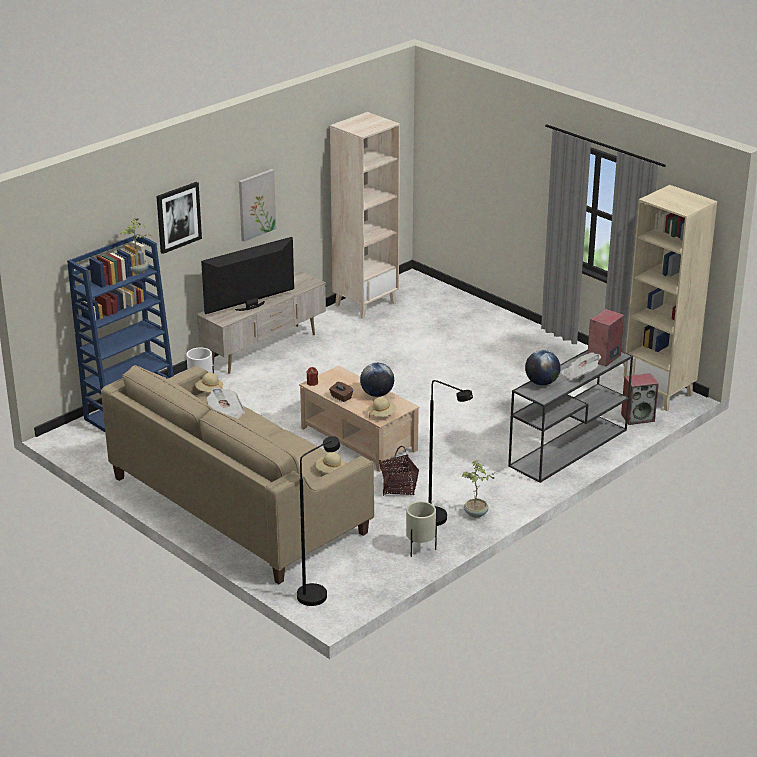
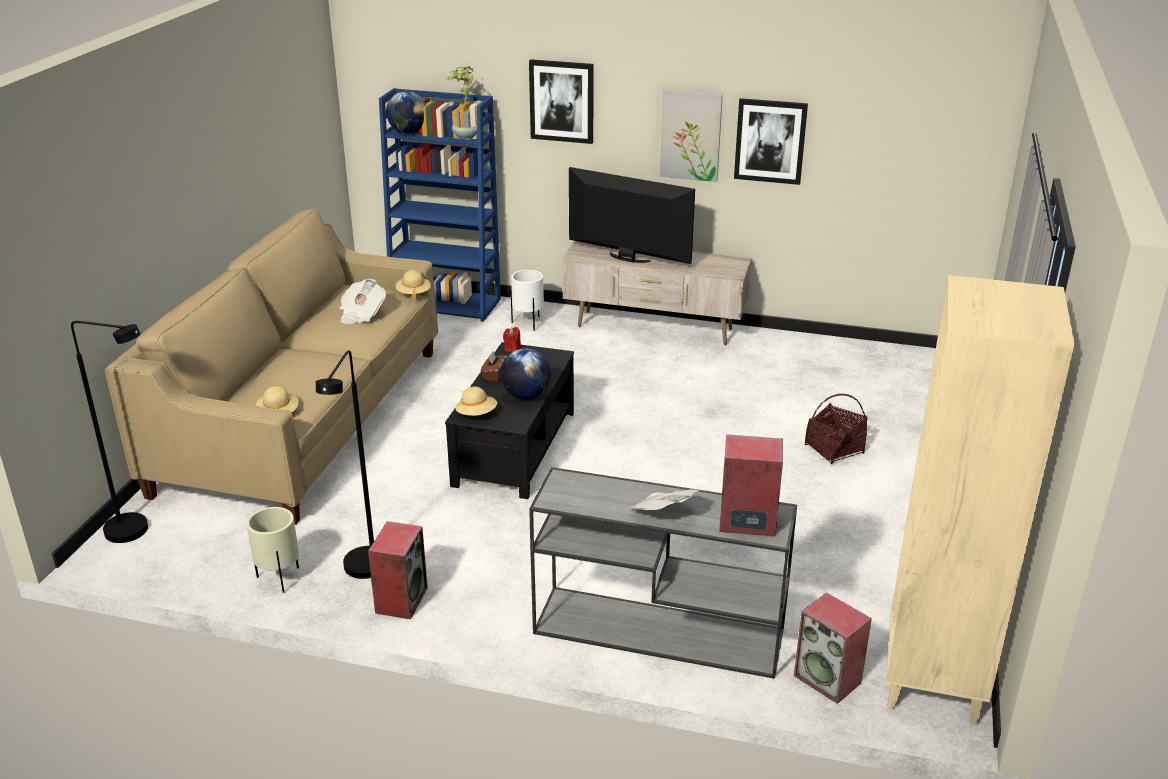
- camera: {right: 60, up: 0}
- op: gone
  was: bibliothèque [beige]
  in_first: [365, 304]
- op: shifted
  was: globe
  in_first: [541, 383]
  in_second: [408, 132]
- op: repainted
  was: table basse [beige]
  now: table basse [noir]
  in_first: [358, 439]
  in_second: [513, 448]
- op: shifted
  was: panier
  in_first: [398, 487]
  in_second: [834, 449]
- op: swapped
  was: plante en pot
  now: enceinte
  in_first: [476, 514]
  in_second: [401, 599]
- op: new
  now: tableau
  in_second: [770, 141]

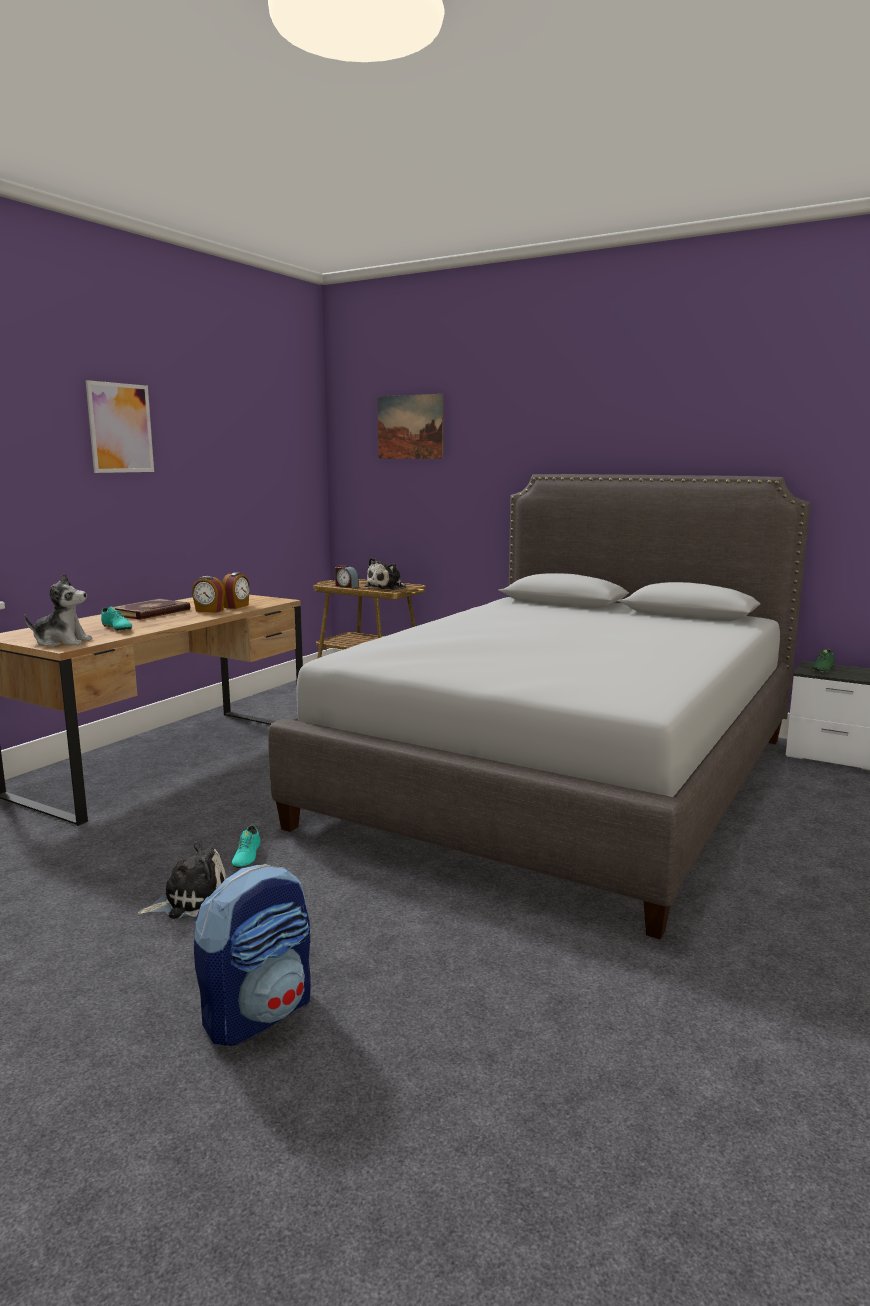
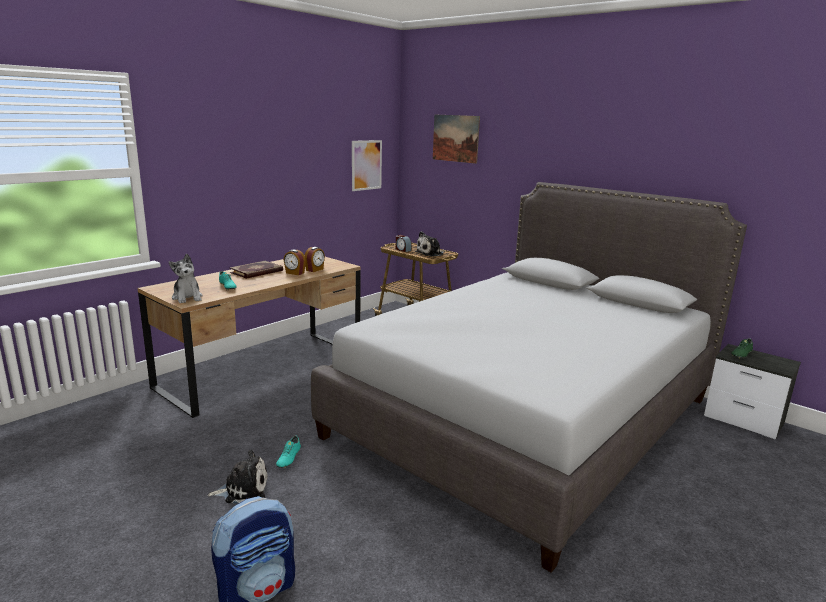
- camera: {right: 10, up: 5}
- op: shifted
  was: tableau
  in_first: [120, 428]
  in_second: [366, 165]
- op: rotated
  was: peluche
  in_first: [62, 642]
  in_second: [187, 297]
  clockwise: 45

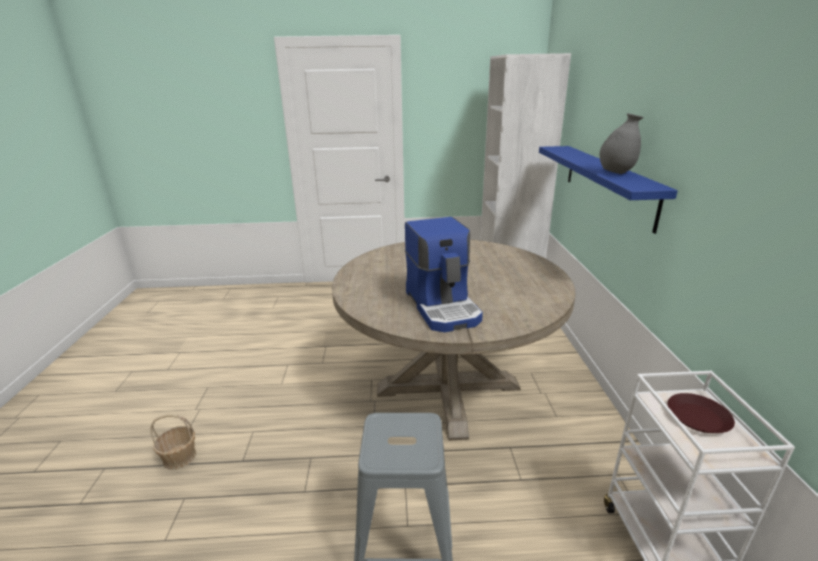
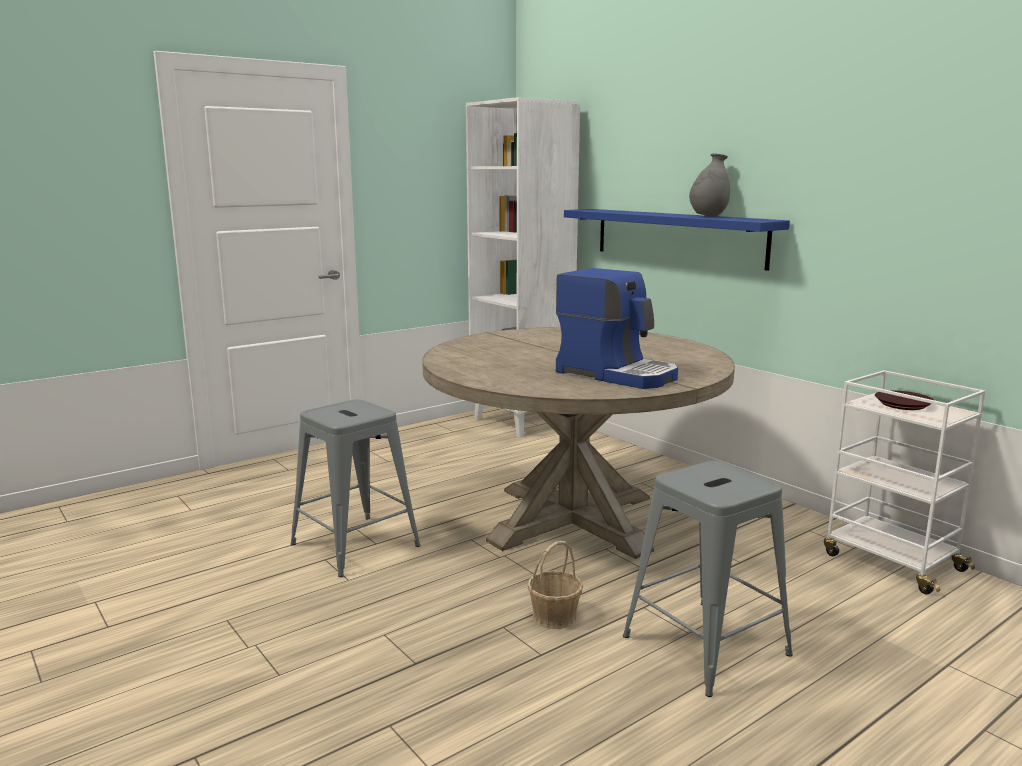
- camera: {right: -35, up: -10}
- op: shifted
  was: panier
  in_first: [180, 457]
  in_second: [555, 616]
- op: new
  now: tabouret [gris]
  in_second: [356, 545]

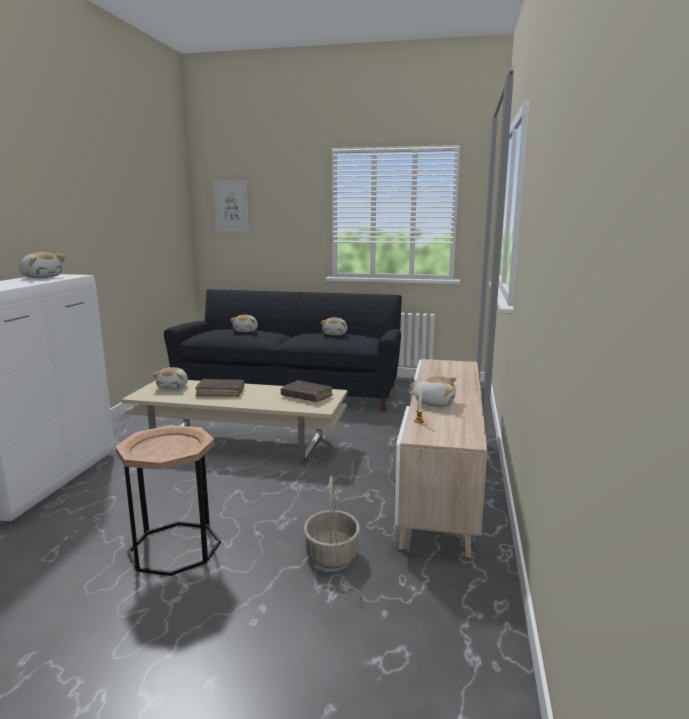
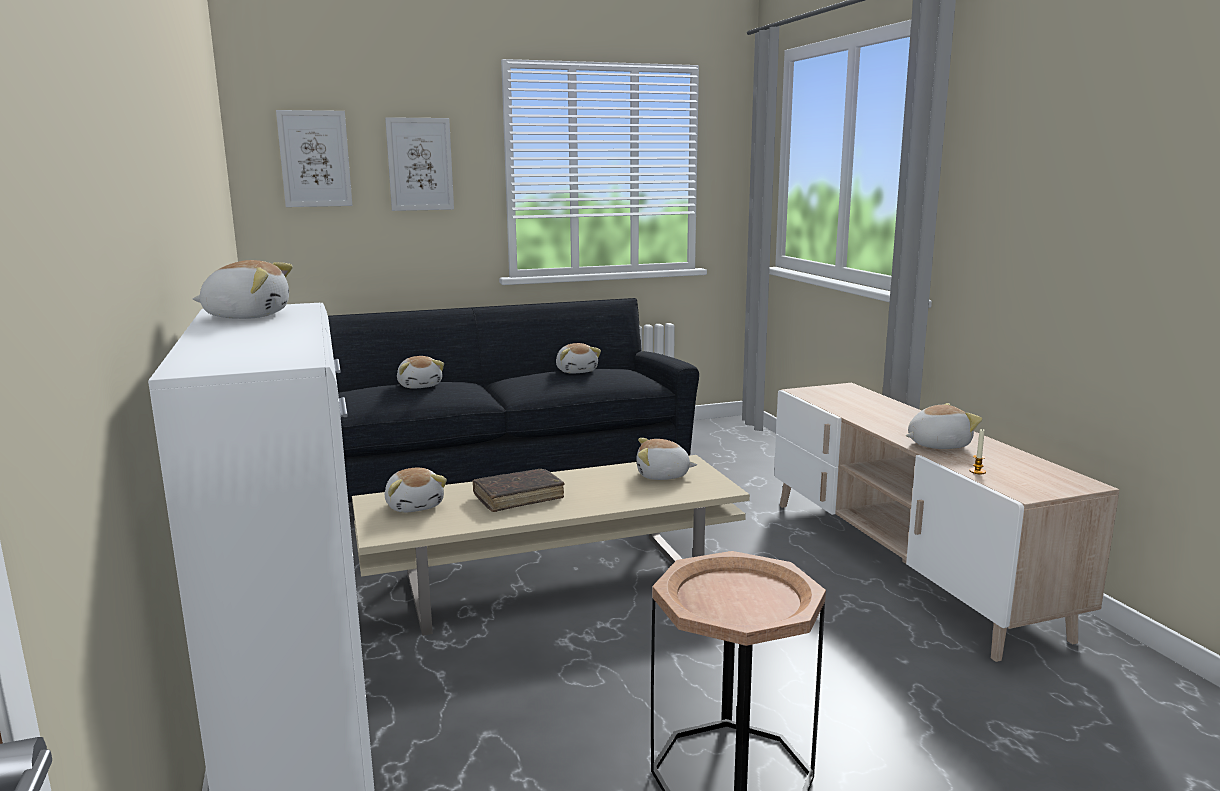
- camera: {right: -30, up: 0}
- op: swapped
  was: livre [marron]
  now: peluche
  in_first: [306, 396]
  in_second: [663, 476]
- op: gone
  was: panier
  in_first: [332, 555]
- op: new
  now: tableau
  in_second: [420, 164]

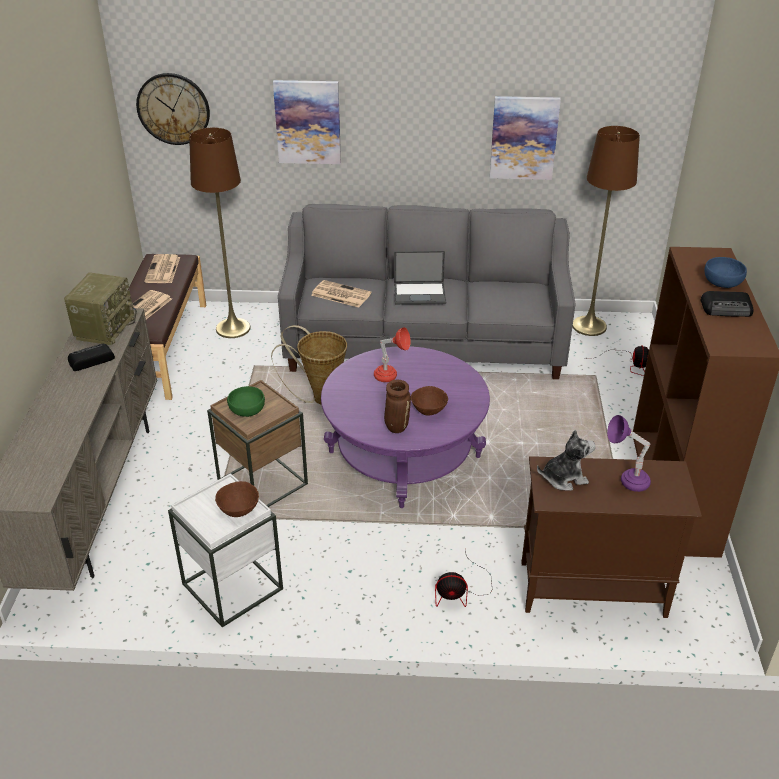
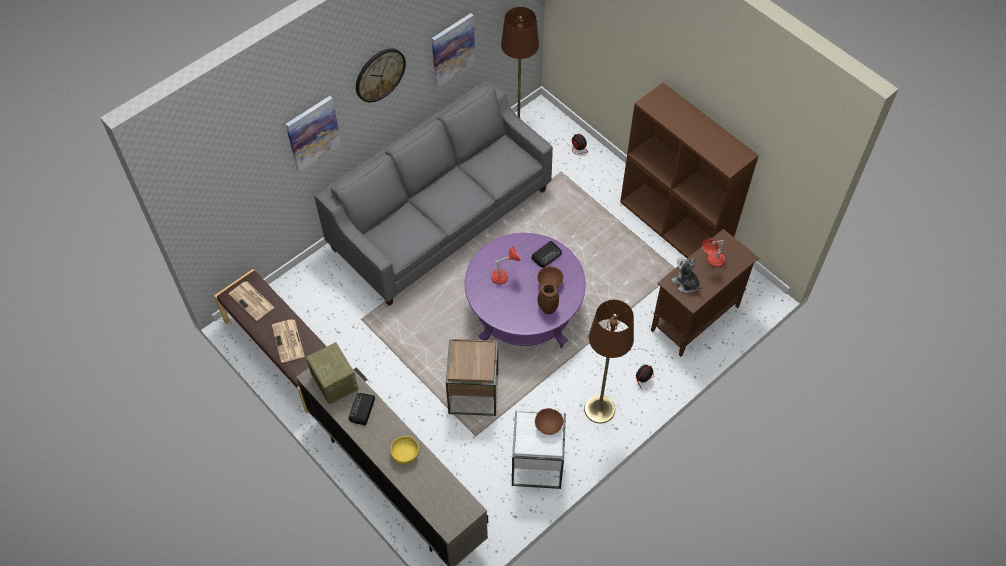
- camera: {right: -45, up: 20}
- op: shifted
  was: horloge murale
  in_first: [173, 109]
  in_second: [379, 74]
- op: shifted
  was: lampadaire [marron]
  in_first: [233, 328]
  in_second: [599, 409]
- op: gone
  was: ordinateur portable
  in_first: [420, 293]
- op: gone
  was: bol [bleu]
  in_first: [721, 282]
- op: gone
  was: journal
  in_first: [340, 294]
- op: shifted
  was: radio
  in_first: [727, 308]
  in_second: [547, 255]
- op: gone
  was: panier
  in_first: [319, 398]
- op: gone
  was: bol [vert]
  in_first: [247, 410]
- op: repainted
  was: lampe de table [violet]
  now: lampe de table [rouge]
  in_first: [626, 481]
  in_second: [712, 263]
- op: rotated
  was: peluche
  in_first: [564, 478]
  in_second: [685, 283]
  clockwise: -75
- op: new
  now: bol [jaune]
  in_second: [405, 454]

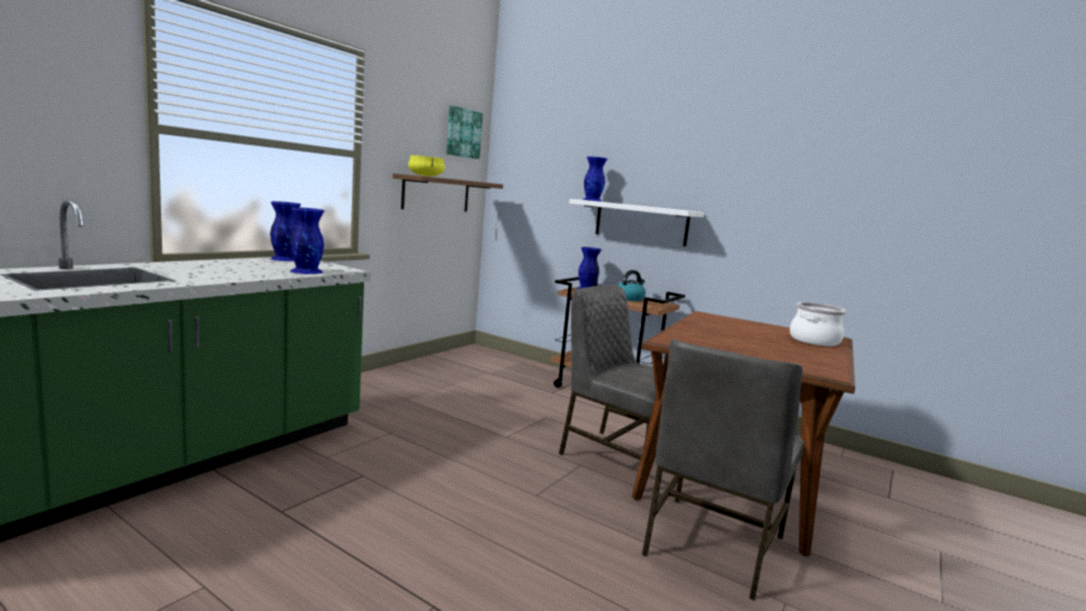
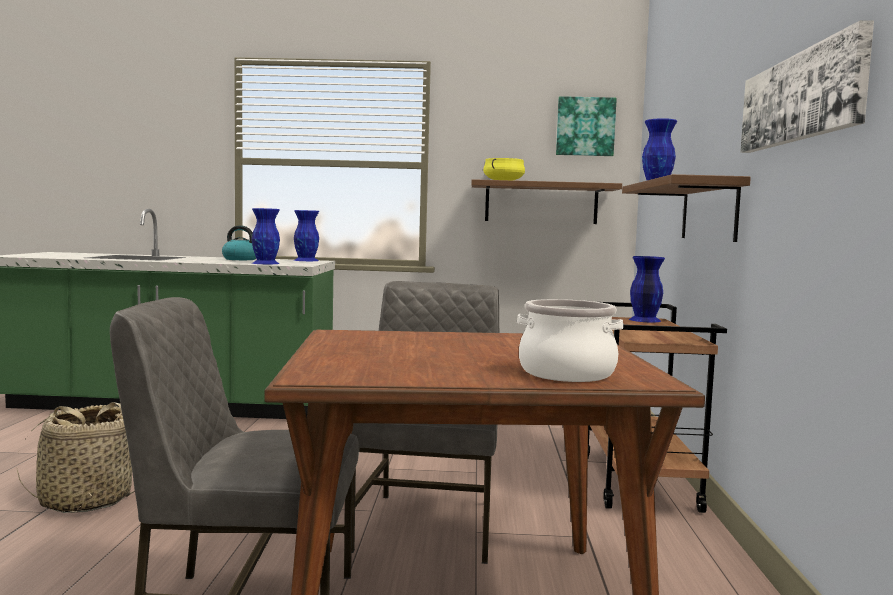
- camera: {right: 60, up: -5}
- op: repainted
  was: étagère [blanc]
  now: étagère [marron]
  in_first: [641, 223]
  in_second: [709, 211]
- op: shifted
  was: bouilloire
  in_first: [629, 298]
  in_second: [241, 259]
- op: new
  now: tableau
  in_second: [801, 98]
- op: new
  now: panier
  in_second: [85, 500]

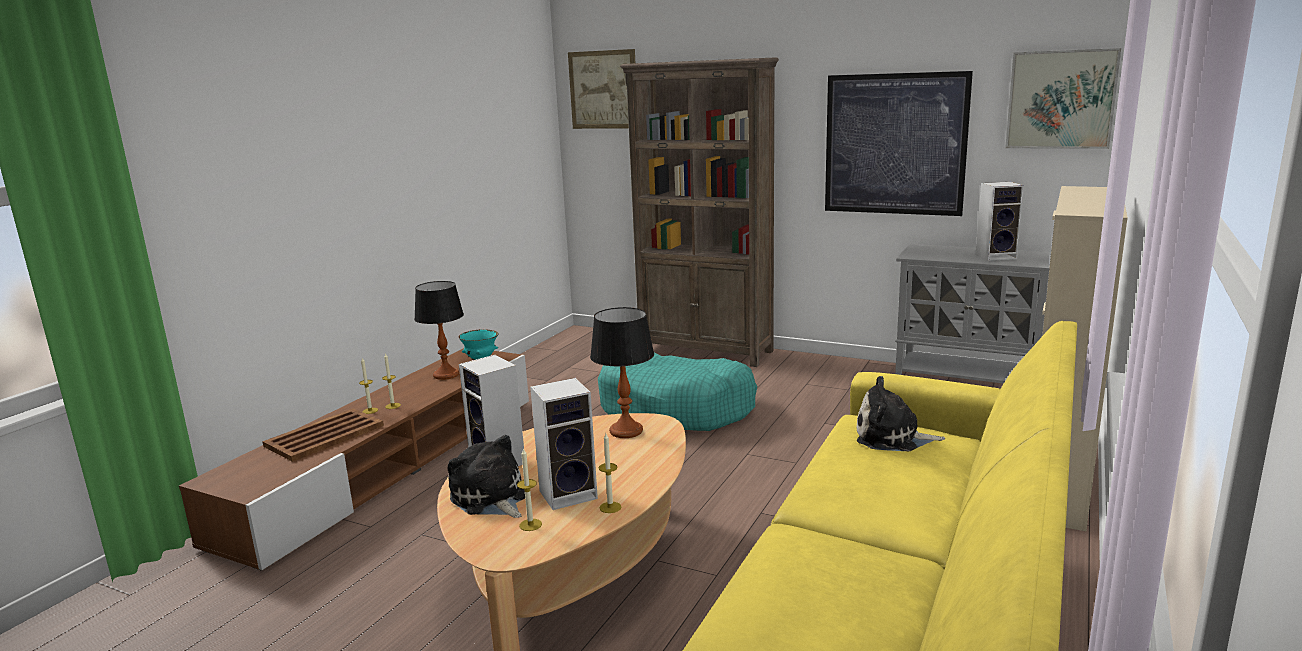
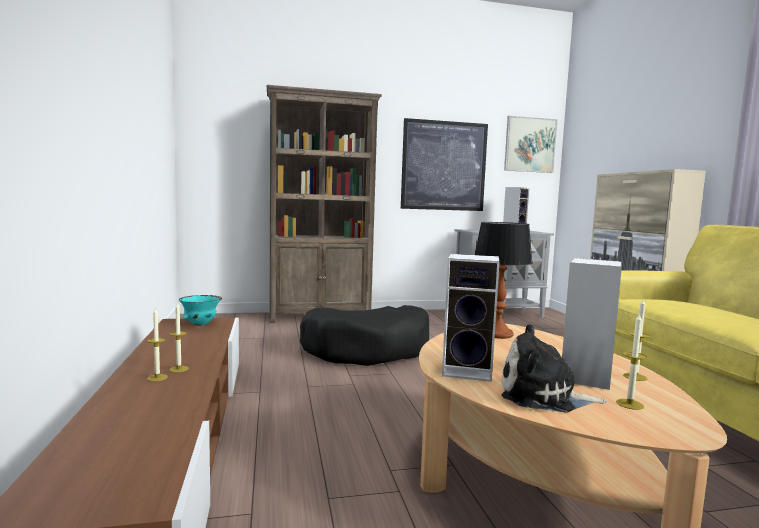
- camera: {right: -40, up: -10}
- op: gone
  was: tableau
  in_first: [603, 90]
- op: gone
  was: lampe de table
  in_first: [446, 375]
- op: repainted
  was: panier pour chien [turquoise]
  now: panier pour chien [noir]
  in_first: [676, 409]
  in_second: [367, 350]
- op: gone
  was: peluche
  in_first: [892, 438]
- op: gone
  was: plateau [marron]
  in_first: [323, 436]

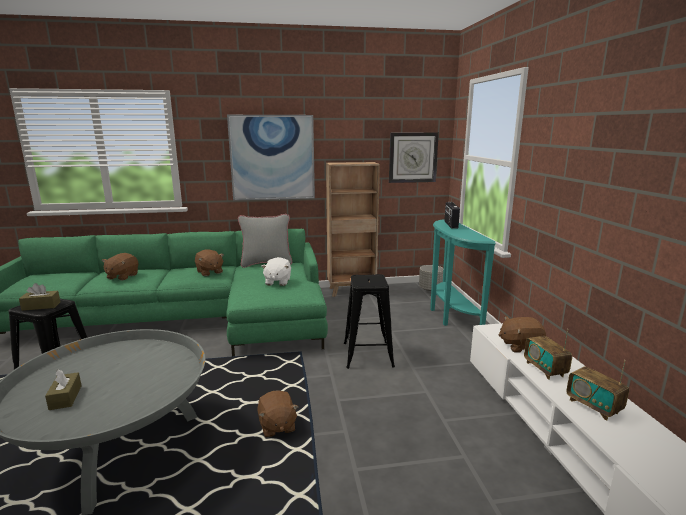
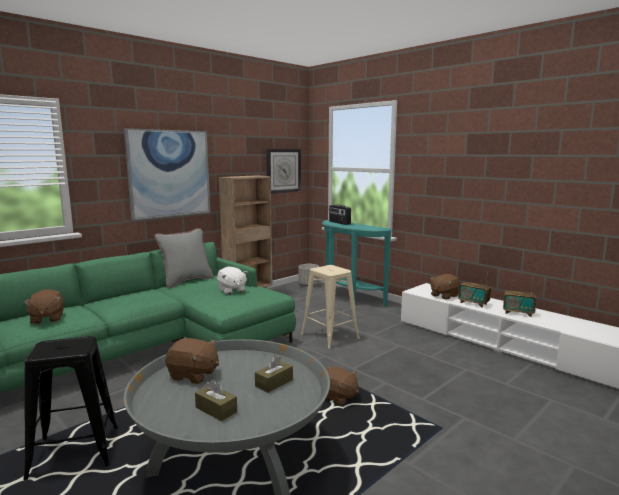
- camera: {right: -35, up: -5}
- op: shifted
  was: peluche [marron]
  in_first: [209, 272]
  in_second: [193, 375]
- op: repainted
  was: tabouret [noir]
  now: tabouret [beige]
  in_first: [368, 354]
  in_second: [329, 336]
- op: shifted
  was: boîte à mouchoirs [marron]
  in_first: [41, 306]
  in_second: [274, 383]

